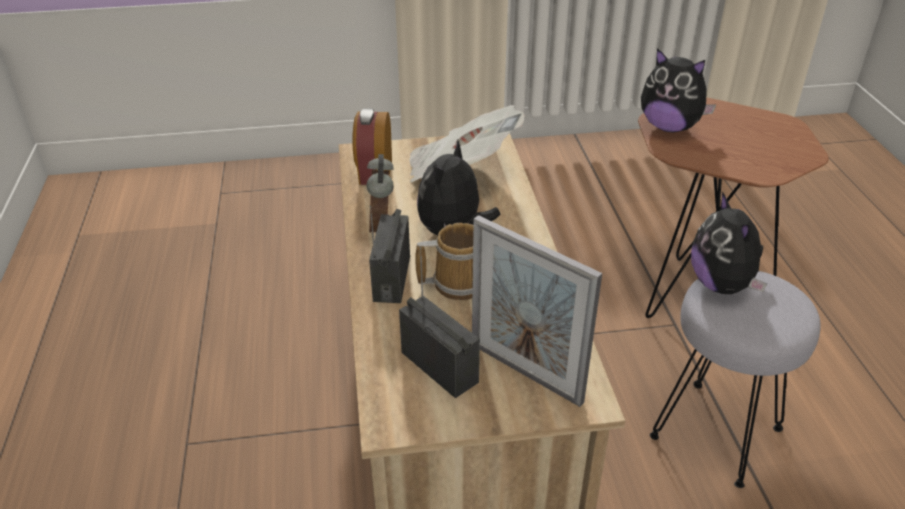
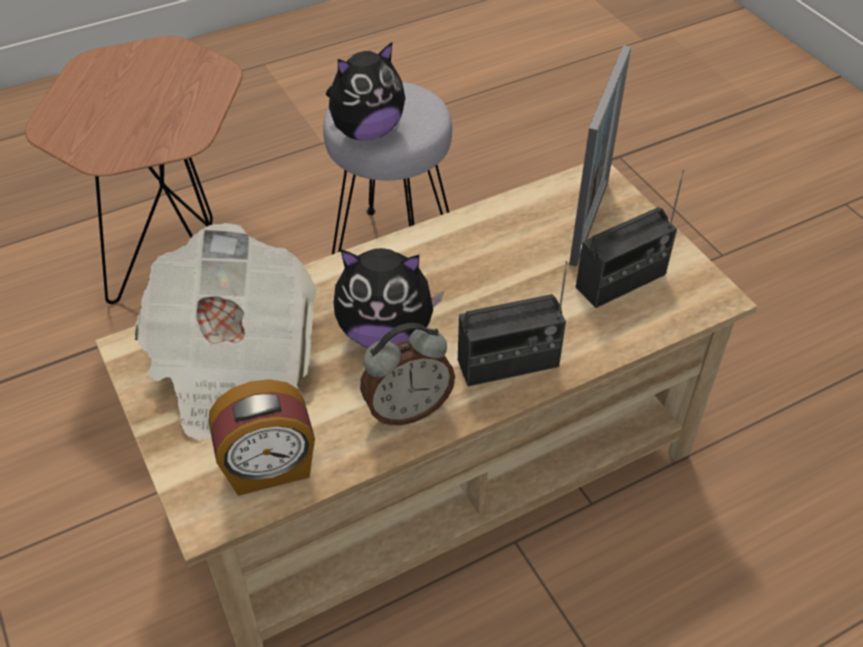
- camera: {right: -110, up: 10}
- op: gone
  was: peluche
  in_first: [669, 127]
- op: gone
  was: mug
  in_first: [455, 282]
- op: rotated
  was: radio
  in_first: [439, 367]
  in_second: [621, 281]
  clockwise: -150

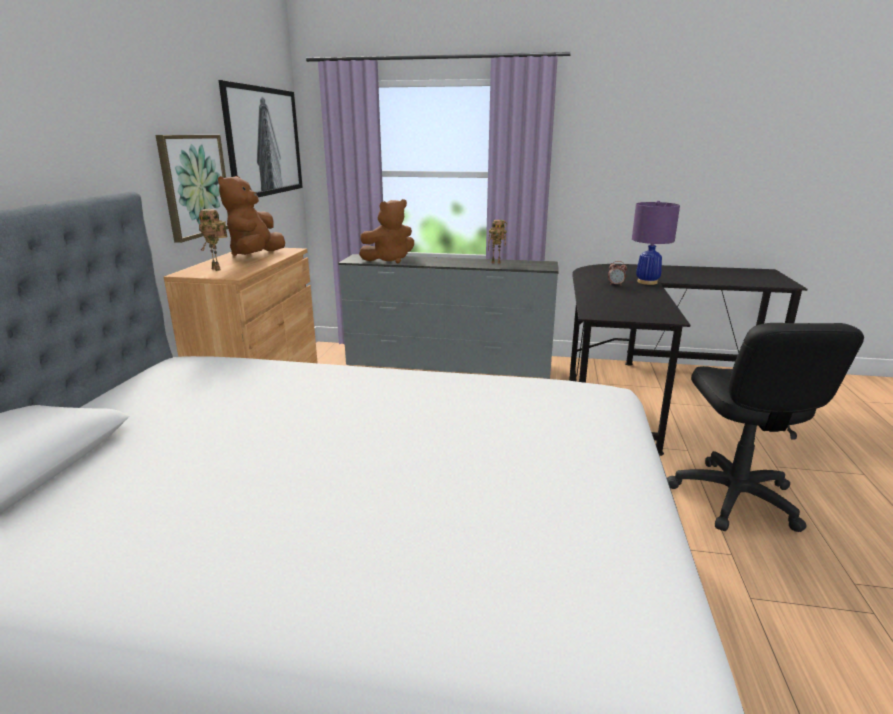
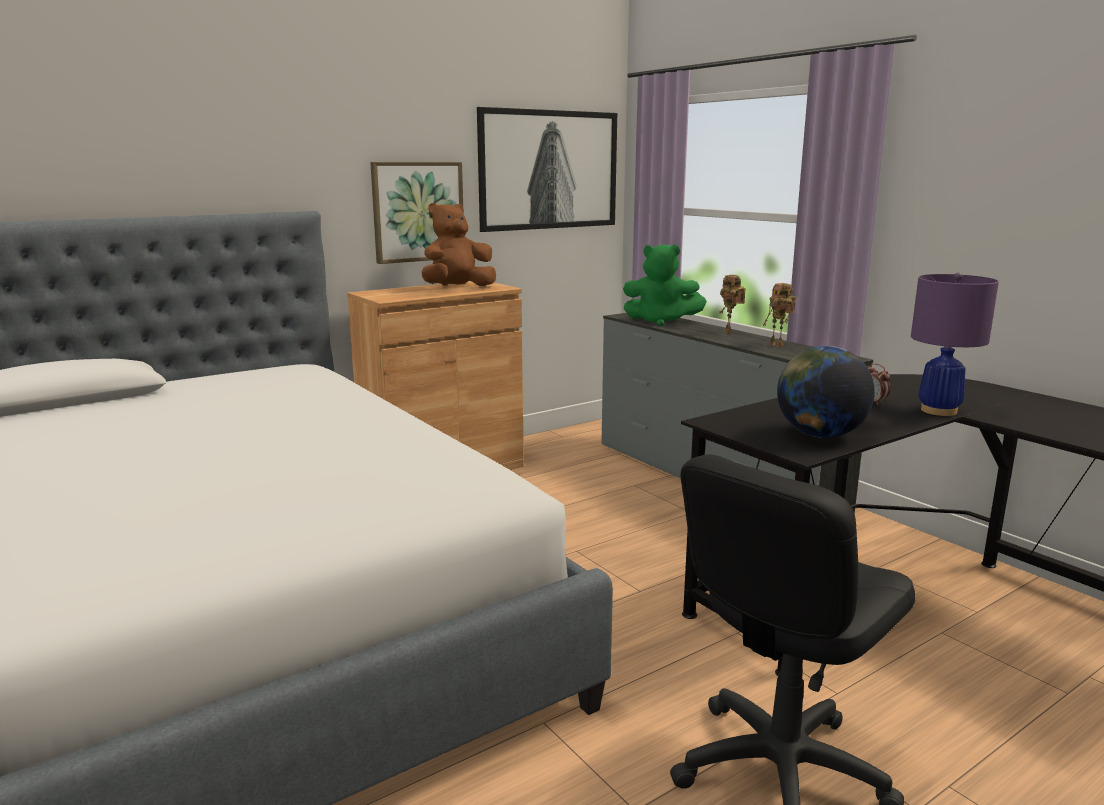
- camera: {right: 45, up: -5}
- op: repainted
  was: peluche [marron]
  now: peluche [vert]
  in_first: [389, 260]
  in_second: [661, 321]
- op: shifted
  was: robot jouet
  in_first: [218, 269]
  in_second: [729, 333]
- op: new
  now: globe
  in_second: [819, 435]

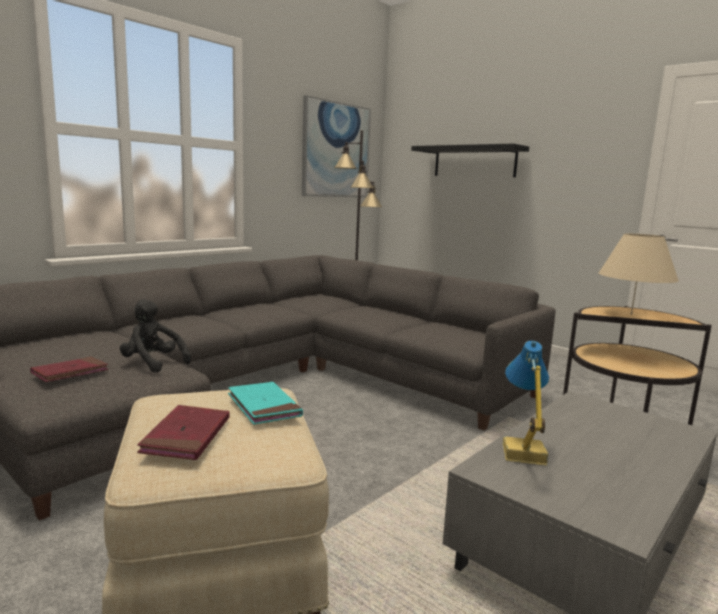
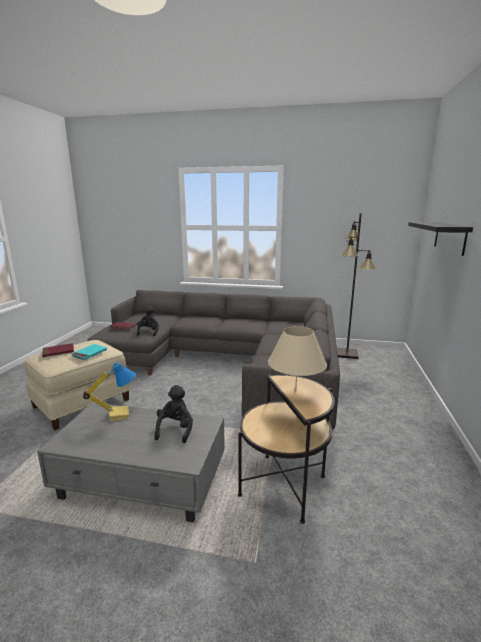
- camera: {right: 60, up: 5}
- op: gone
  was: tableau
  in_first: [336, 150]
- op: new
  now: peluche [noir]
  in_second: [175, 430]

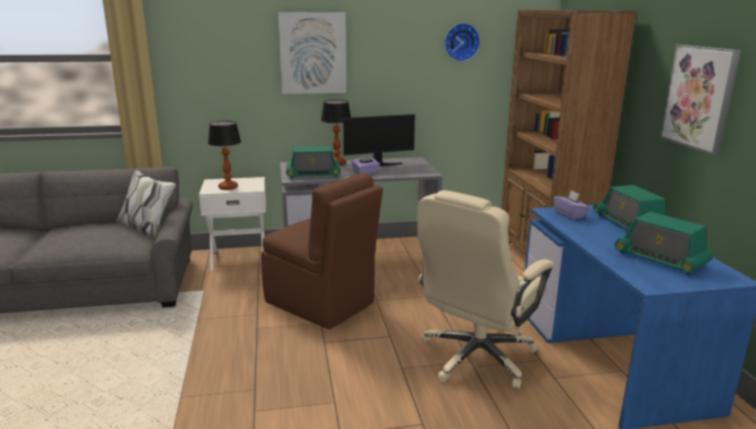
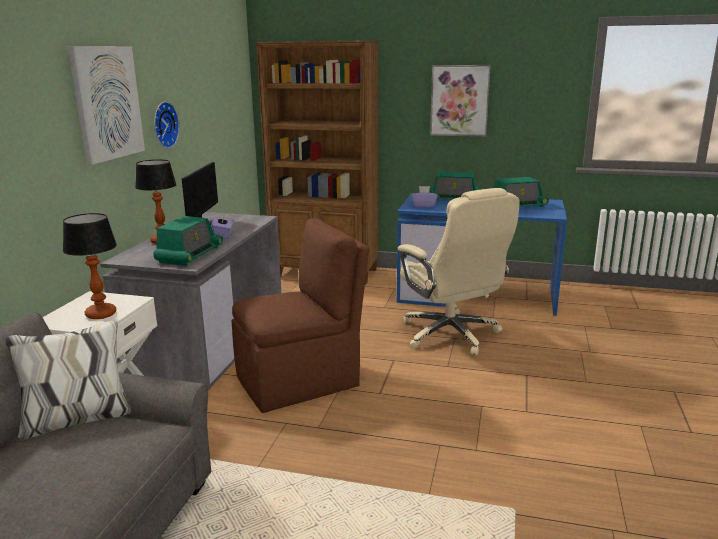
- camera: {right: -65, up: 0}
- op: shifted
  was: horloge murale
  in_first: [461, 42]
  in_second: [163, 125]

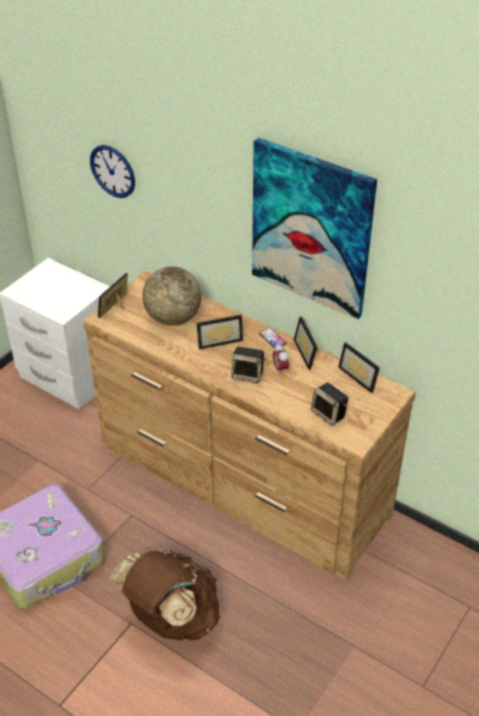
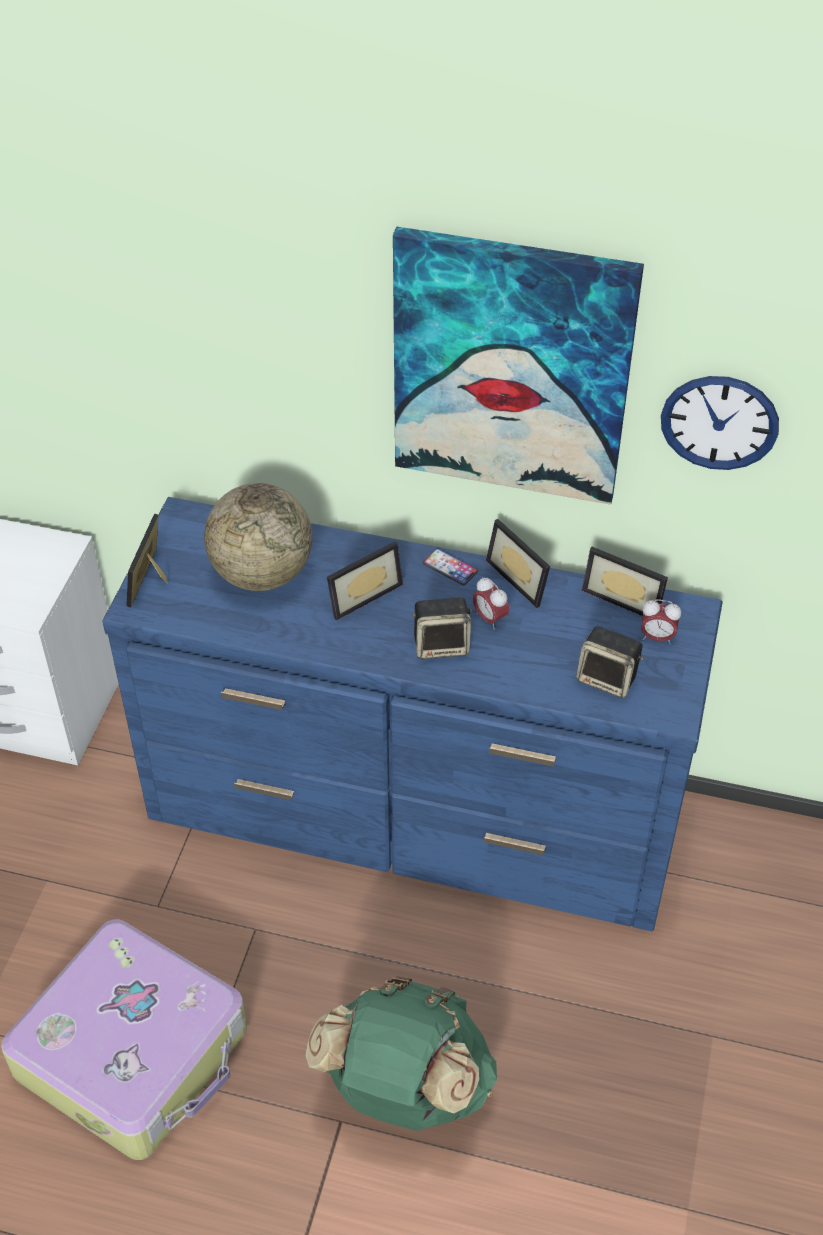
- camera: {right: -20, up: 5}
- op: shifted
  was: horloge murale
  in_first: [113, 171]
  in_second: [719, 422]
- op: repainted
  was: commode [marron]
  now: commode [bleu]
  in_first: [241, 481]
  in_second: [414, 812]
- op: repainted
  was: sac à dos [marron]
  now: sac à dos [vert]
  in_first: [171, 618]
  in_second: [404, 1089]
- op: new
  now: réveil
  in_second: [657, 637]

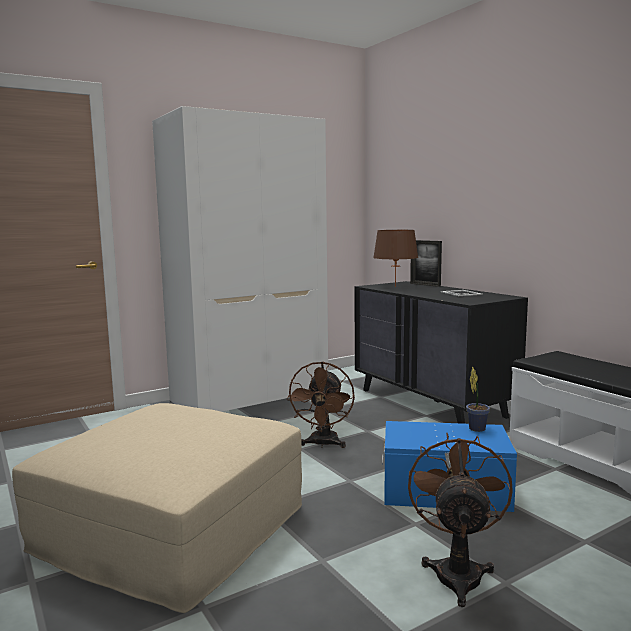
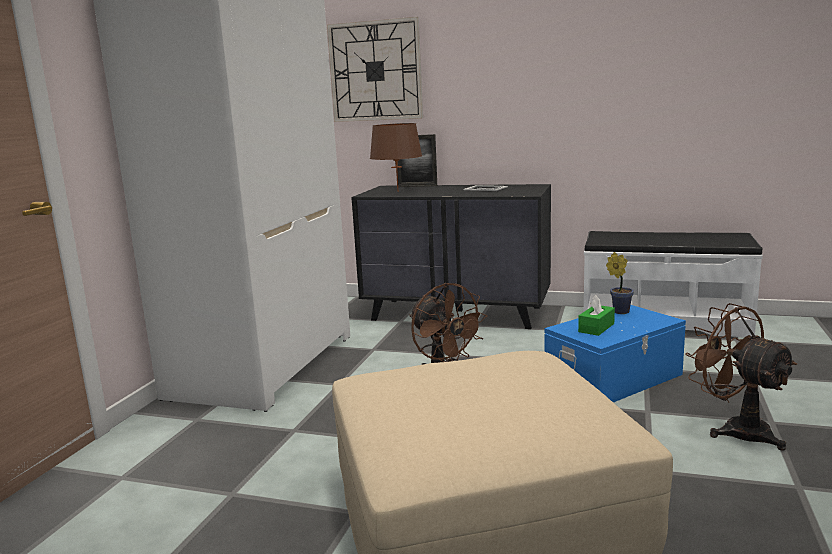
- camera: {right: -40, up: 5}
- op: new
  now: horloge murale
  in_second: [375, 71]
- op: new
  now: boîte à mouchoirs [vert]
  in_second: [596, 328]

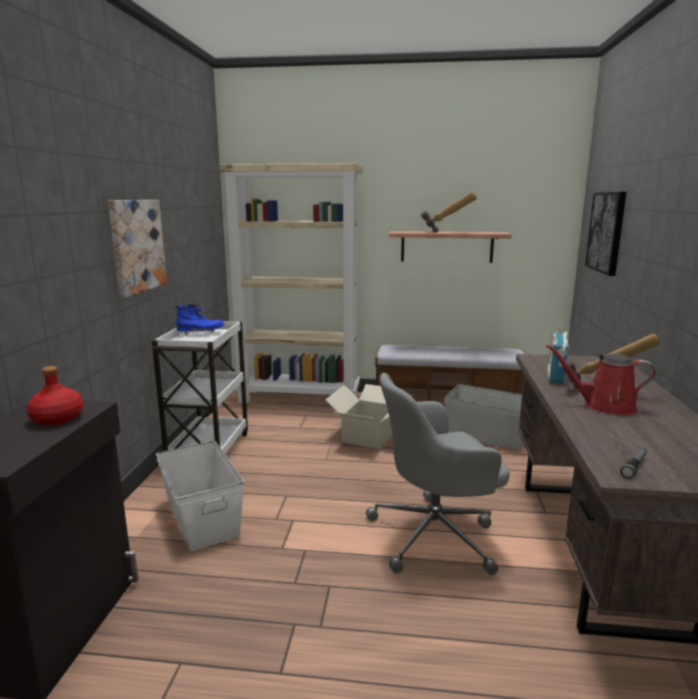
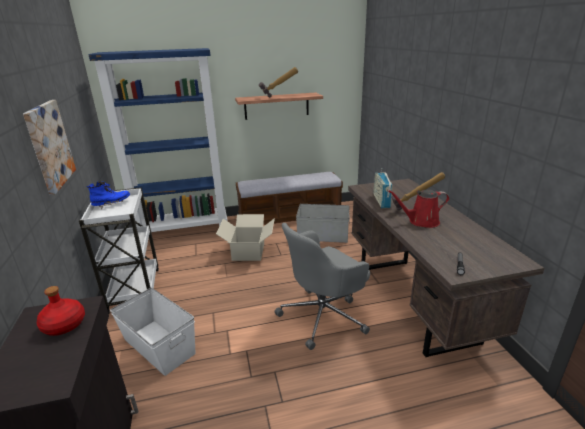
- camera: {right: -20, up: 10}
- op: repainted
  was: bibliothèque [beige]
  now: bibliothèque [bleu]
  in_first: [300, 398]
  in_second: [184, 229]
- op: gone
  was: tableau
  in_first: [606, 232]

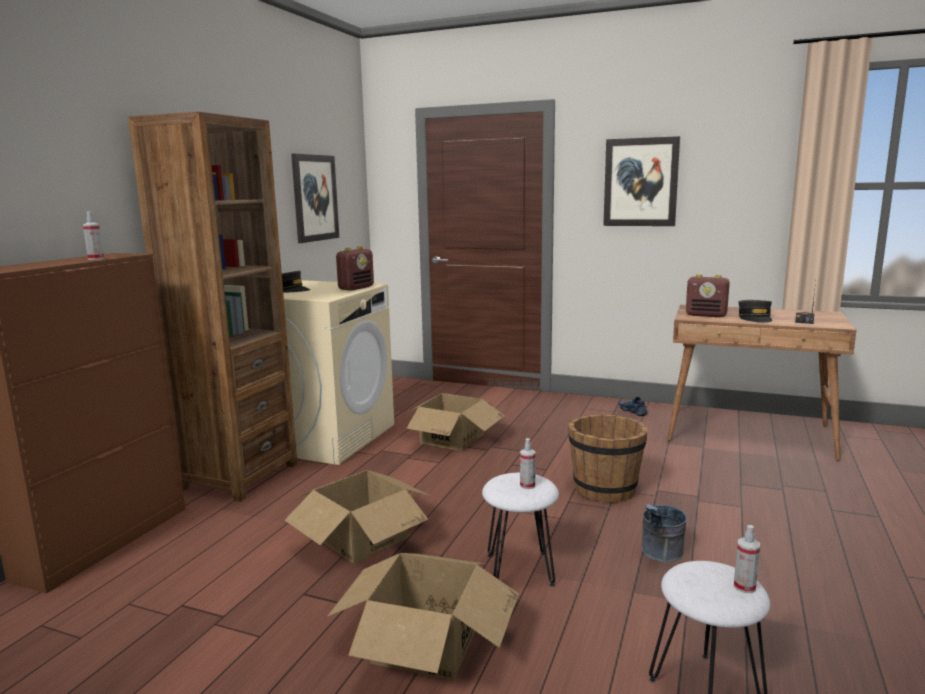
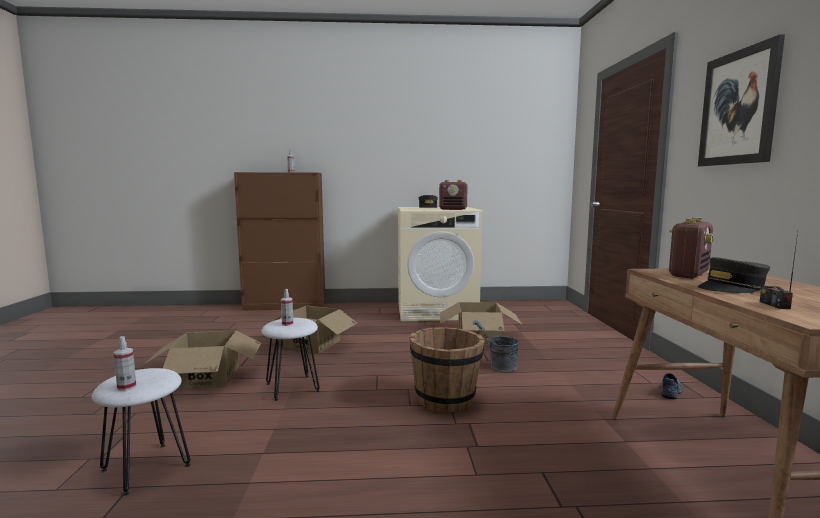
- camera: {right: 65, up: -5}
- op: gone
  was: bibliothèque [marron]
  in_first: [239, 476]
- op: gone
  was: tableau
  in_first: [315, 198]
- op: rotated
  was: radio
  in_first: [706, 315]
  in_second: [688, 274]
  clockwise: -135
- op: shifted
  was: seau [gris]
  in_first: [660, 555]
  in_second: [498, 366]

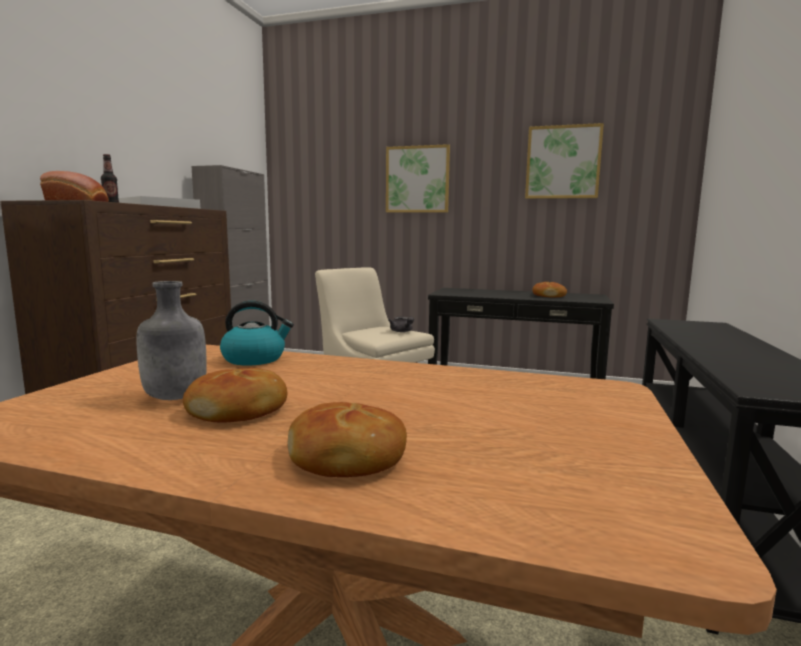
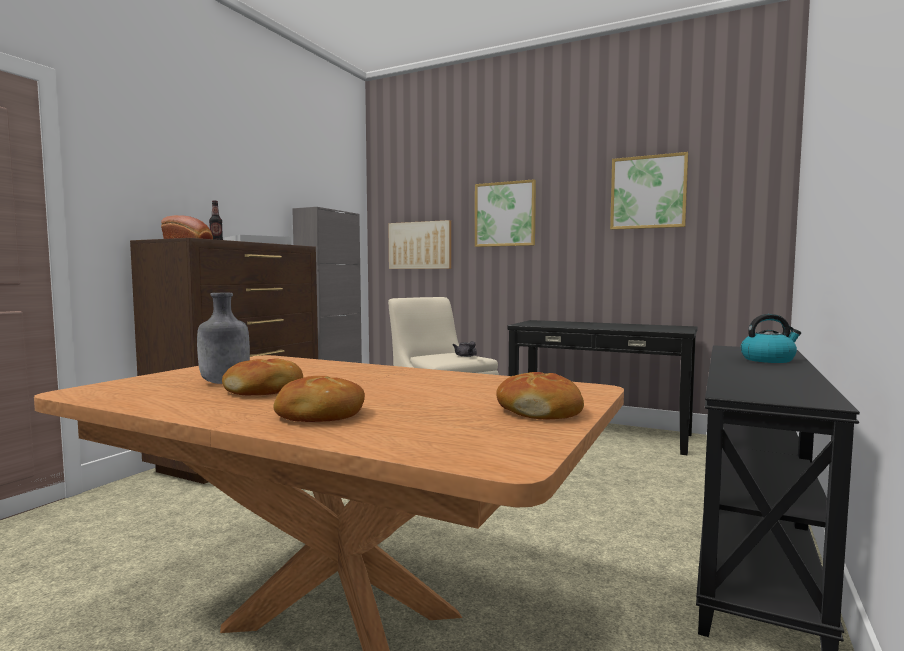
- camera: {right: 10, up: -5}
- op: shifted
  was: pain
  in_first: [548, 296]
  in_second: [540, 411]
- op: shifted
  was: bouilloire
  in_first: [255, 359]
  in_second: [768, 360]
- op: new
  now: tableau
  in_second: [420, 245]

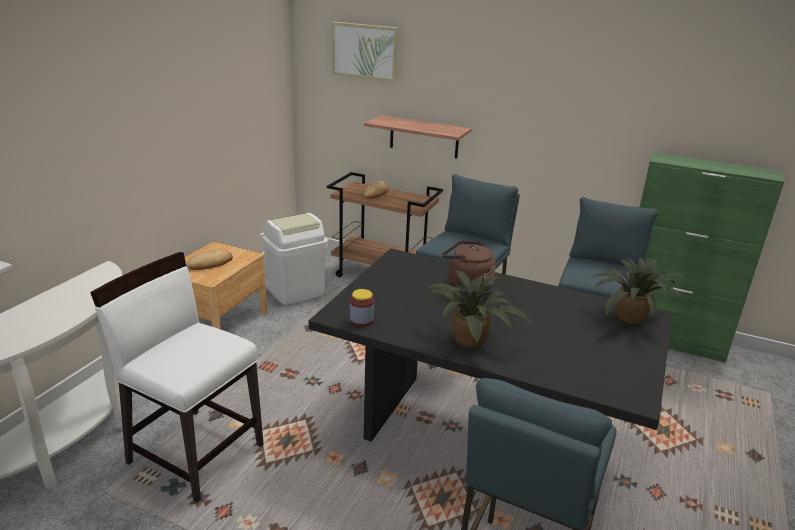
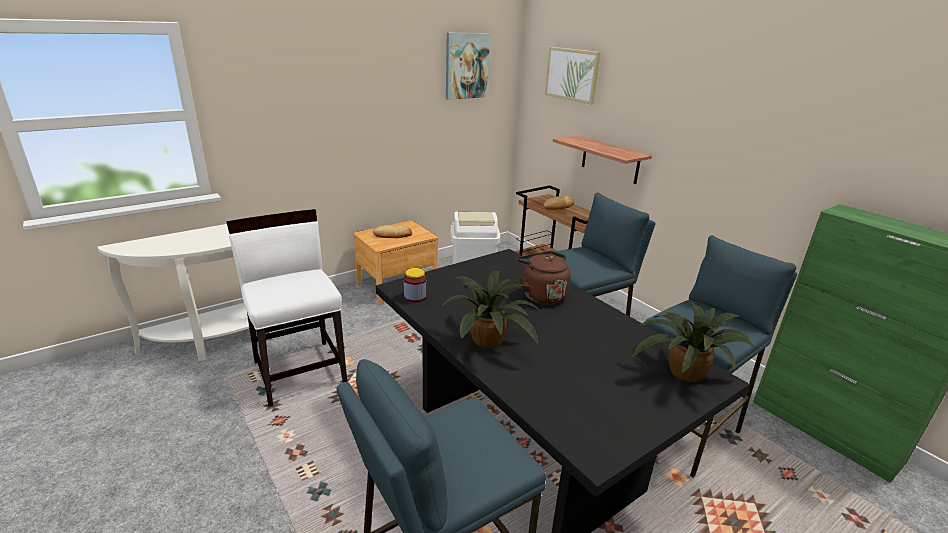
- camera: {right: 30, up: 0}
- op: new
  now: tableau
  in_second: [466, 66]

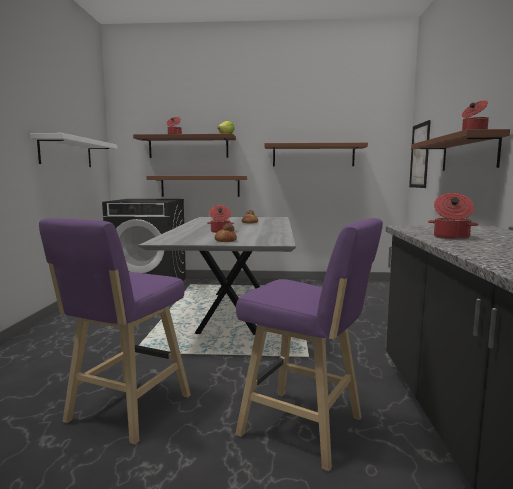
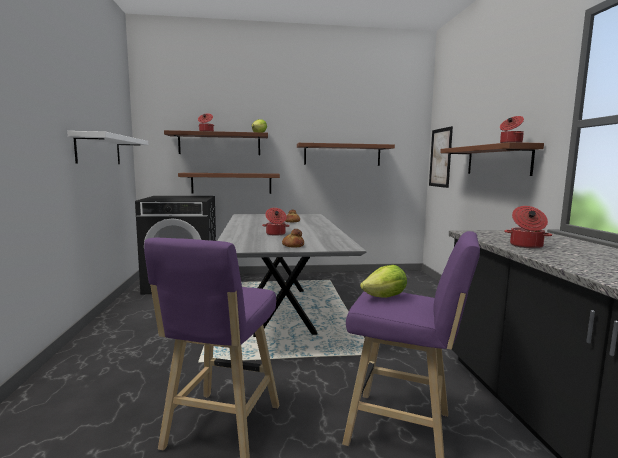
- camera: {right: -10, up: 0}
- op: new
  now: laitue
  in_second: [385, 297]

